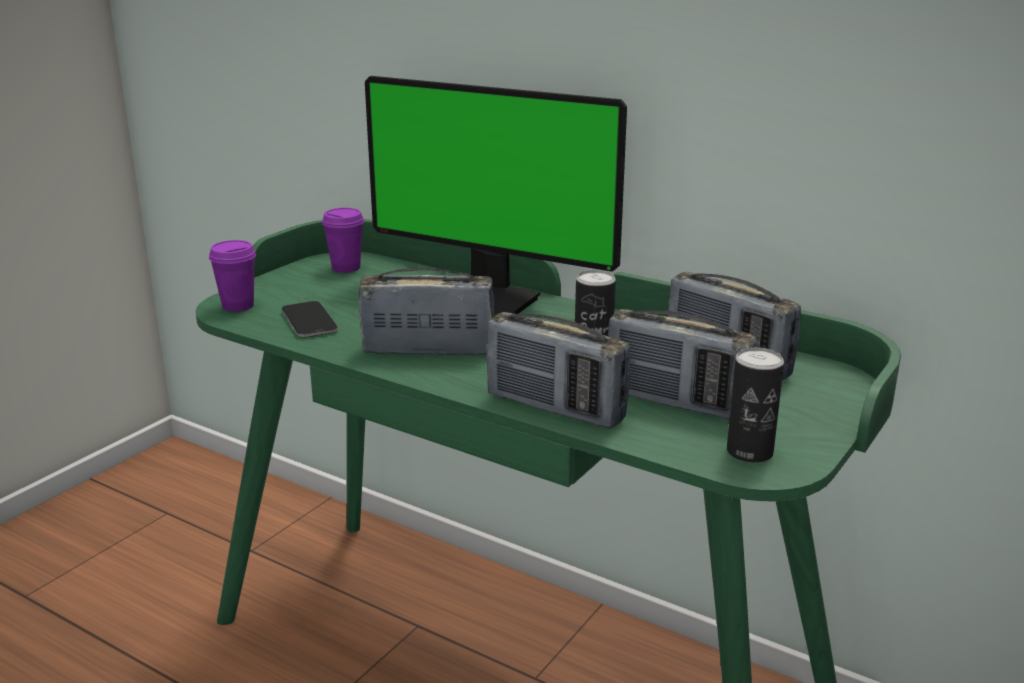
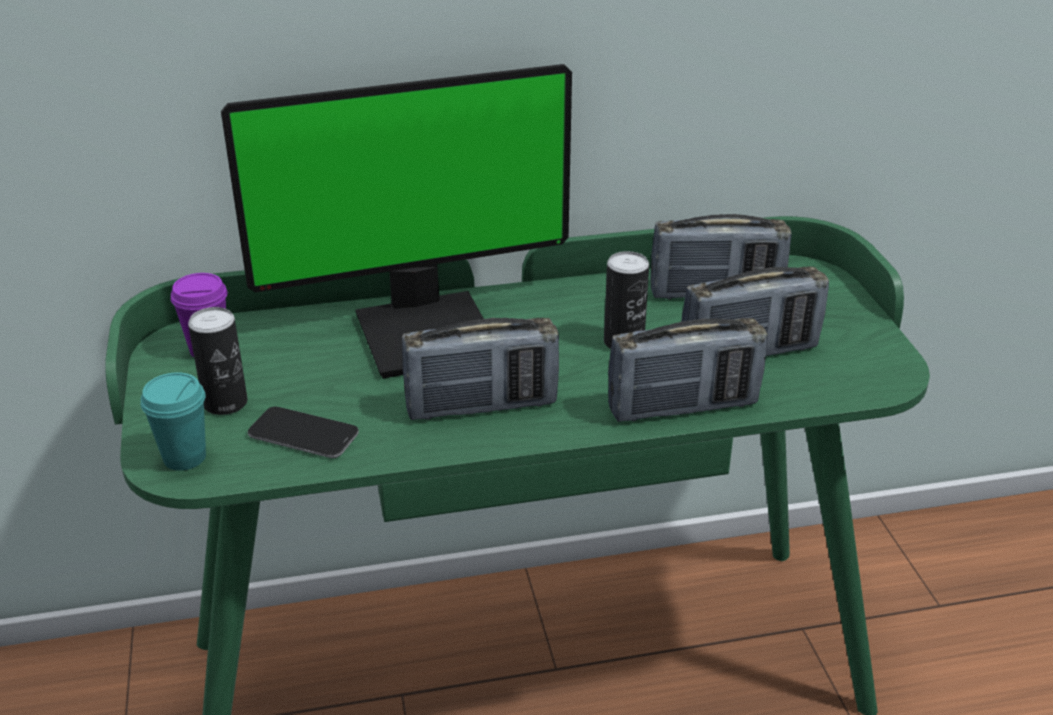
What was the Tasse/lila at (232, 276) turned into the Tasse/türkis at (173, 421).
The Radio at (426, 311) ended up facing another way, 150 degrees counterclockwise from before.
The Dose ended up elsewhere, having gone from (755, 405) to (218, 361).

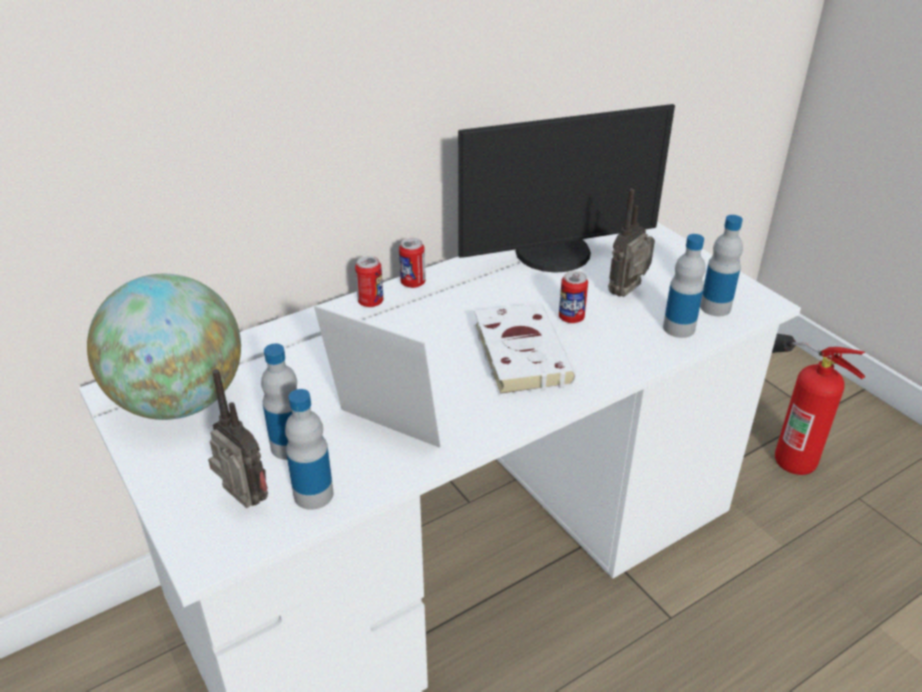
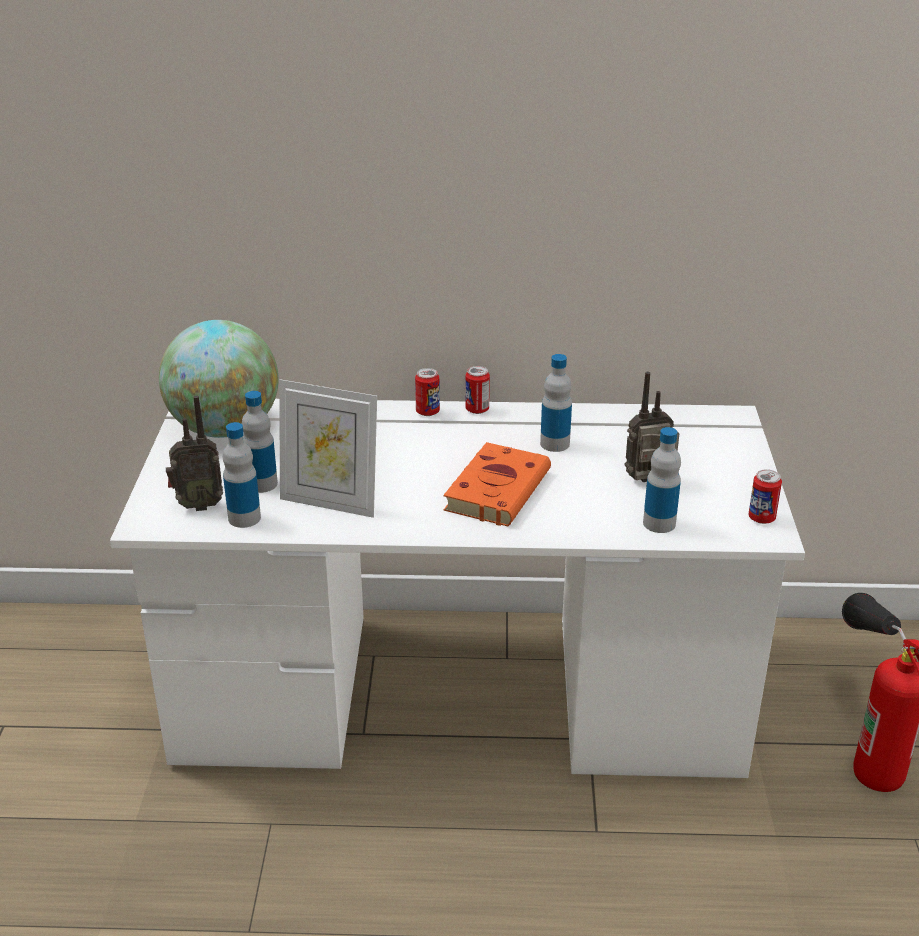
The second view lost the Monitor at (566, 188).
The Flasche ended up elsewhere, having gone from (721, 265) to (556, 403).
The Dose ended up elsewhere, having gone from (573, 297) to (765, 496).
What was the Buch/weiß at (525, 349) turned into the Buch/orange at (497, 484).
The Bilderrahmen at (377, 377) ended up facing another way, 135 degrees clockwise from before.
The Radio at (238, 438) ended up facing another way, 90 degrees clockwise from before.

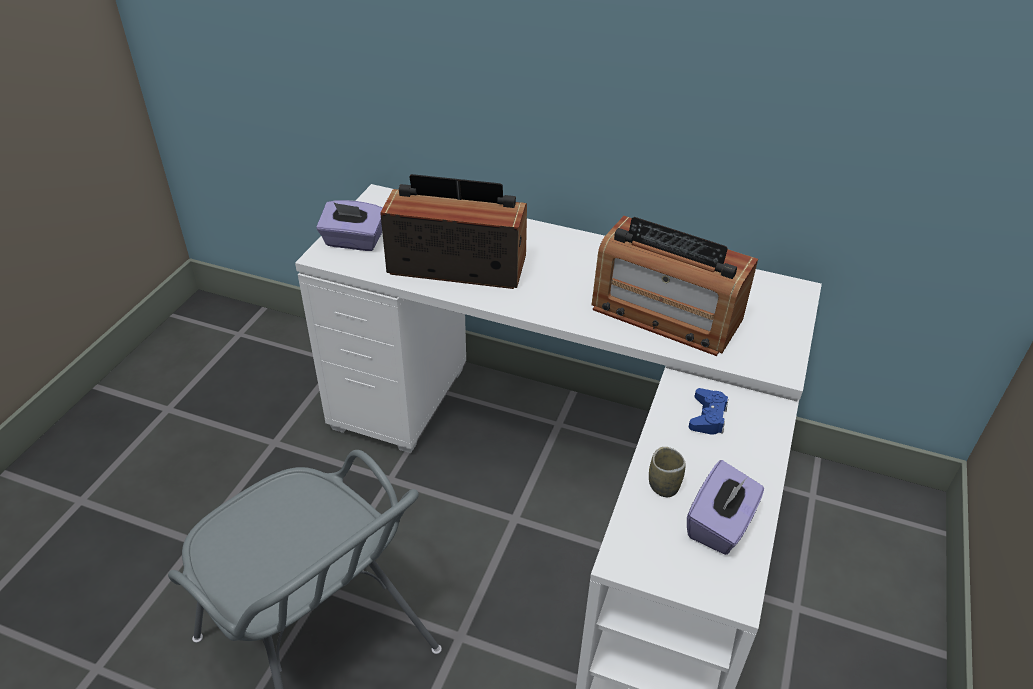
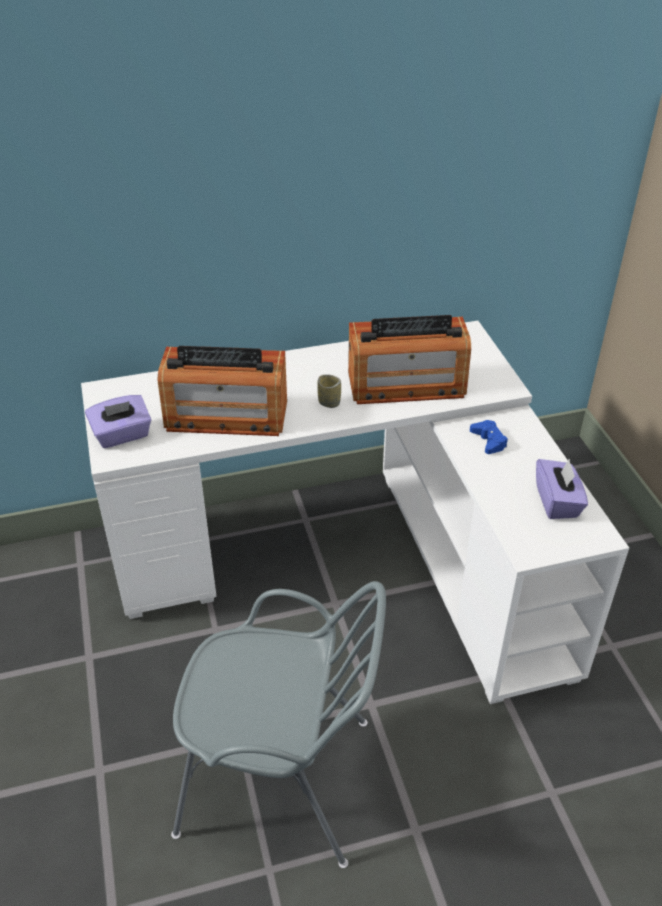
The Radio at (453, 231) ended up facing another way, 150 degrees counterclockwise from before.
The Tasse ended up elsewhere, having gone from (667, 472) to (329, 391).

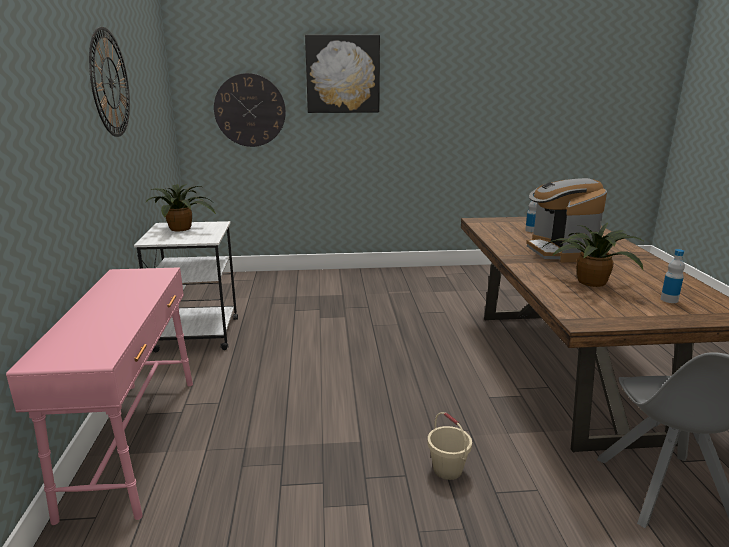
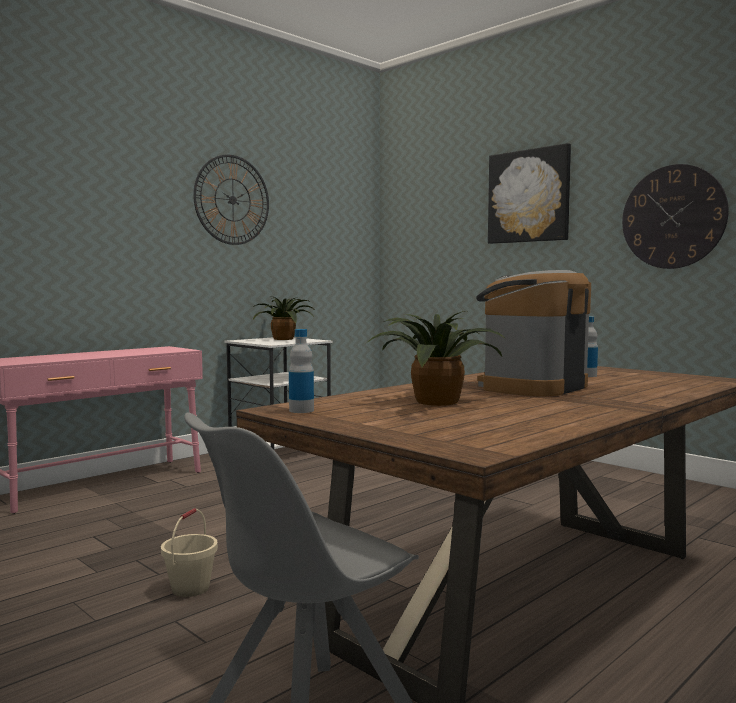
The Wanduhr ended up elsewhere, having gone from (250, 110) to (675, 216).
The Flasche ended up elsewhere, having gone from (673, 276) to (301, 371).

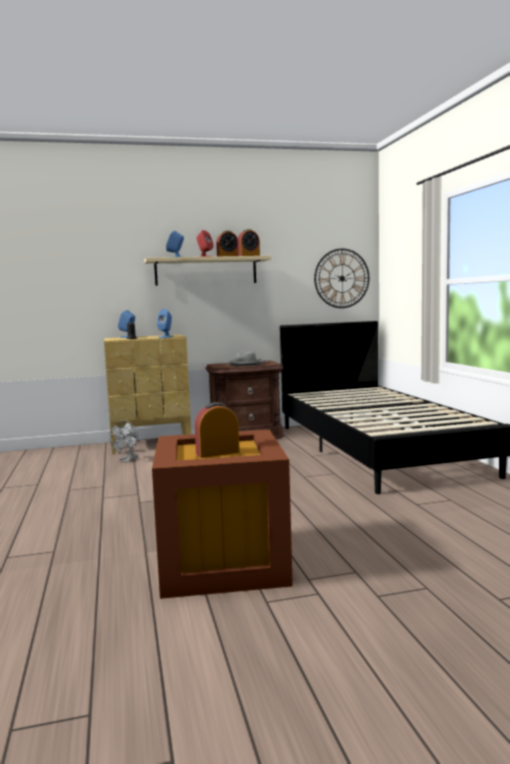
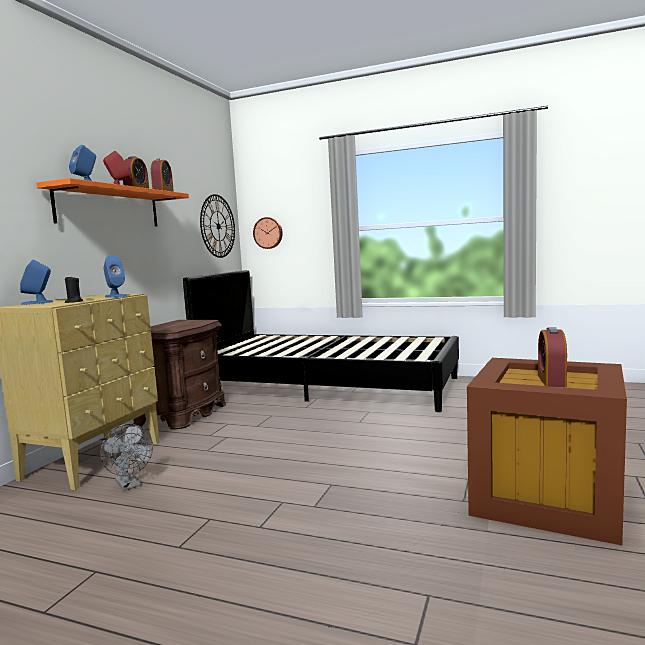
What was the Wandregal/beige at (207, 271) turned into the Wandregal/orange at (113, 202).
The second view lost the Hut/grau at (246, 358).
The second view gained the Wanduhr at (268, 233).

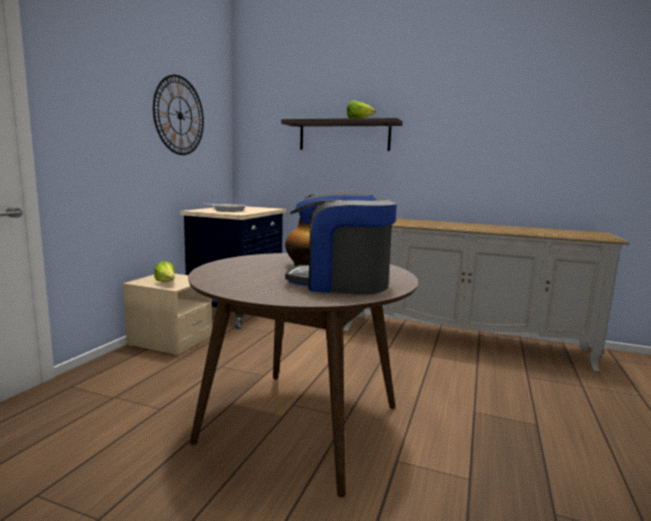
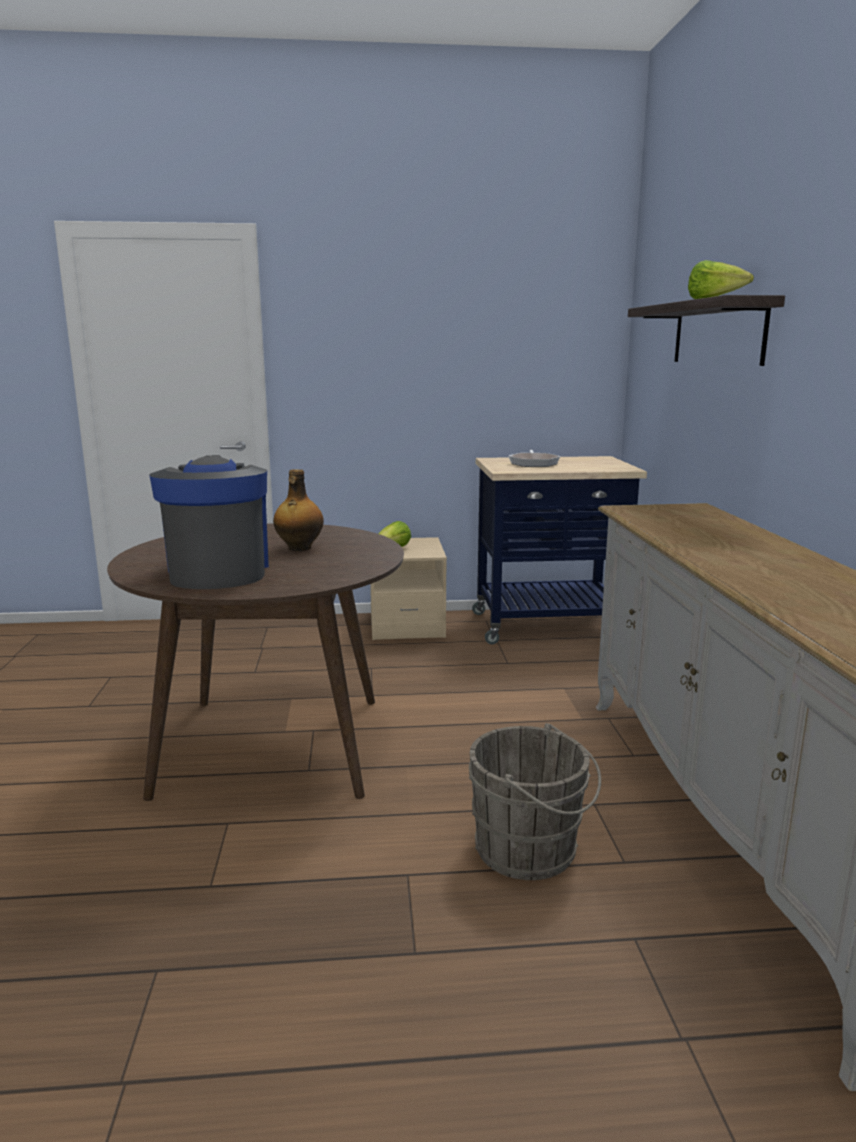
The second view lost the Wanduhr at (178, 114).
The second view gained the Eimer/grau at (535, 801).

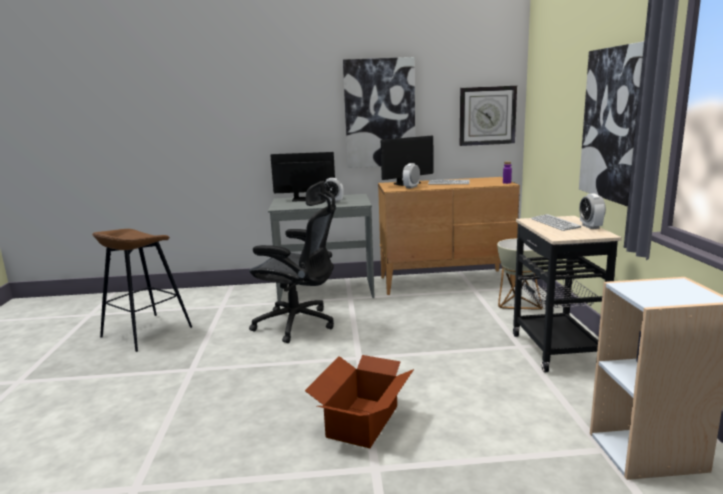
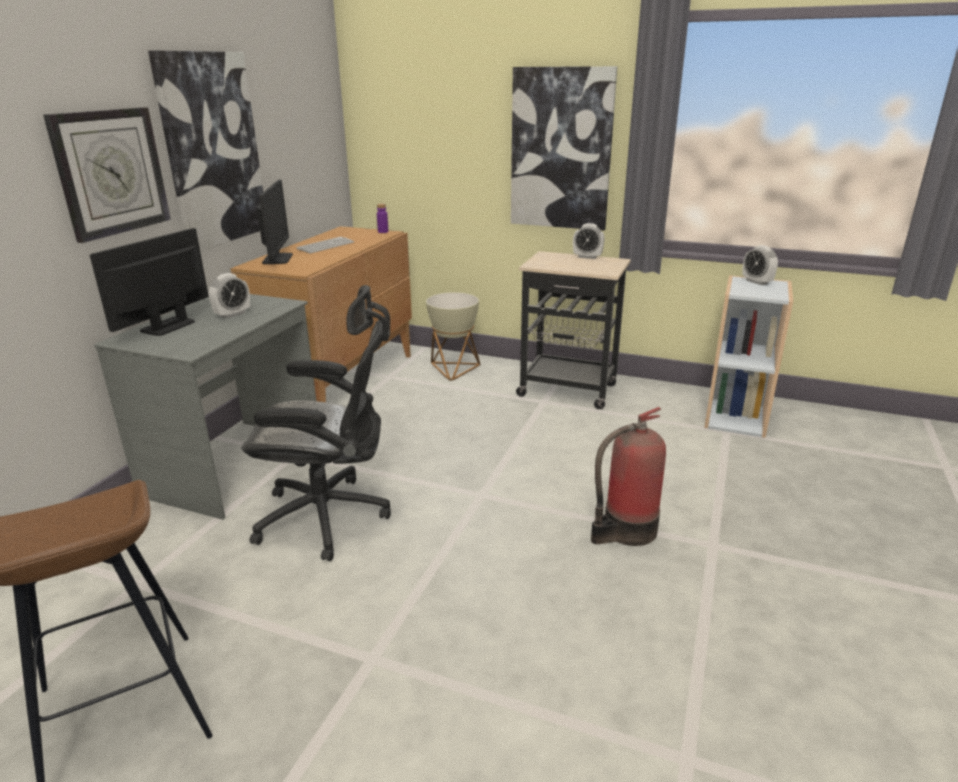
The Wanduhr ended up elsewhere, having gone from (488, 116) to (107, 175).
The Wecker ended up elsewhere, having gone from (411, 176) to (760, 265).
The Bürostuhl at (292, 262) ended up facing another way, 45 degrees clockwise from before.
The second view lost the Tastatur at (556, 222).
Where the Karton stood at (359, 401), the Feuerlöscher came to stand at (628, 476).

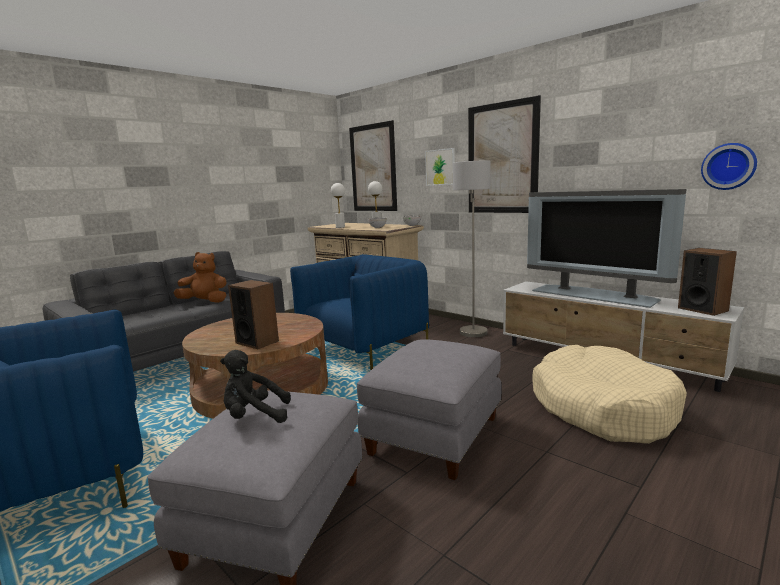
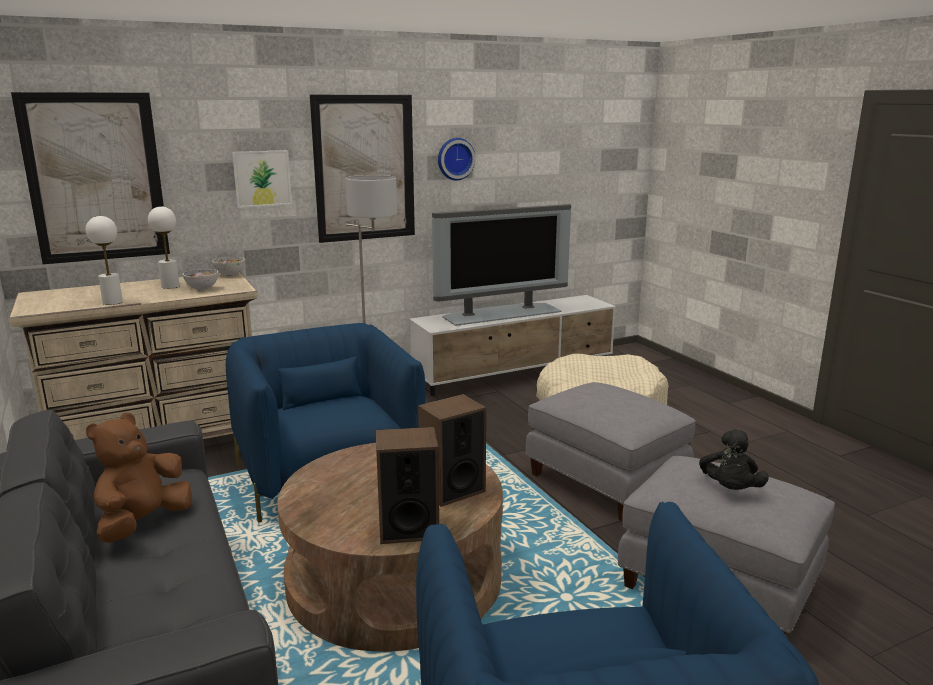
The Wanduhr ended up elsewhere, having gone from (729, 166) to (457, 159).
The Lautsprecher ended up elsewhere, having gone from (707, 282) to (407, 485).

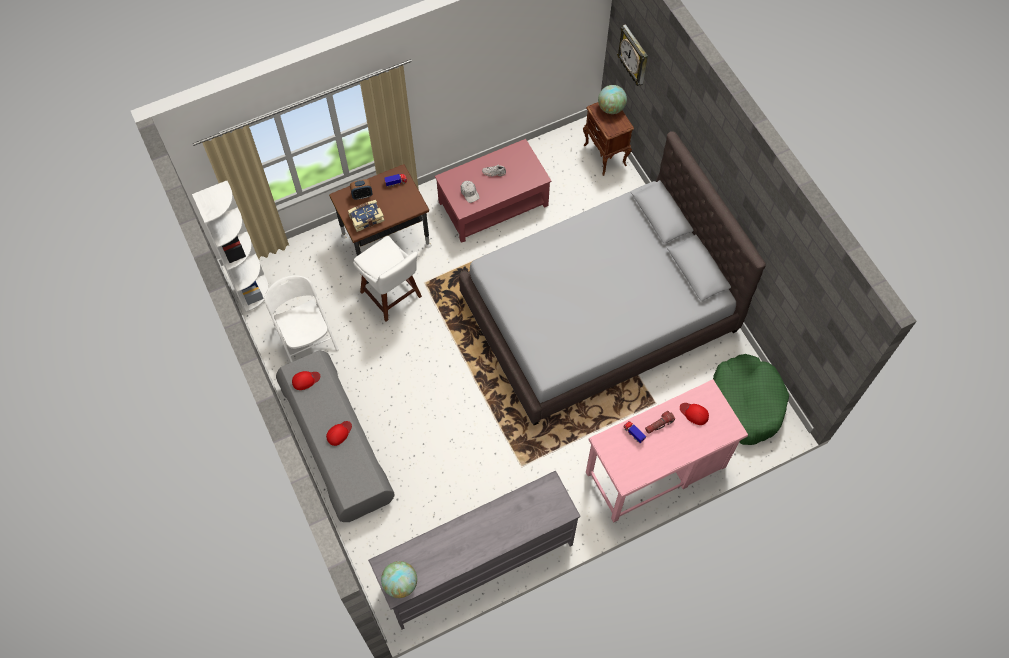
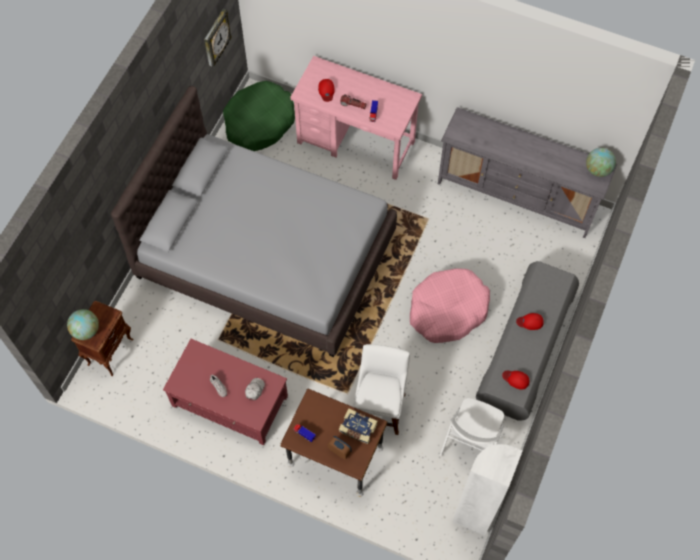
The Wanduhr ended up elsewhere, having gone from (632, 55) to (218, 37).
The second view gained the Hundebett/rosa at (450, 305).

